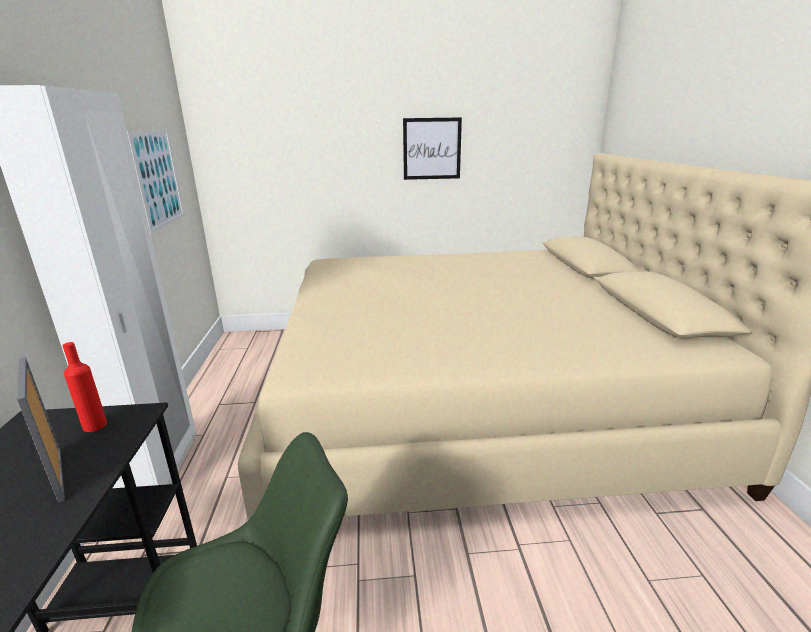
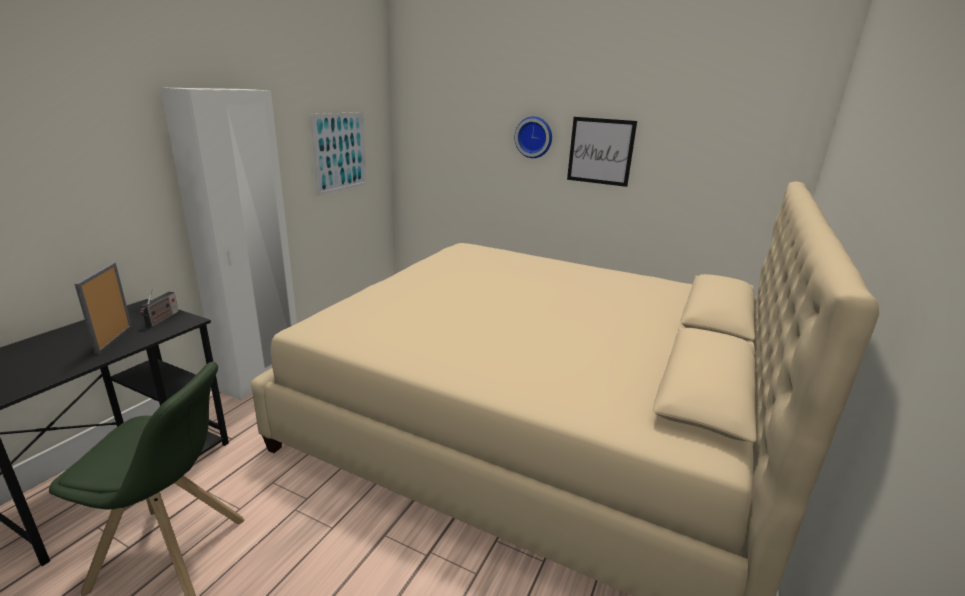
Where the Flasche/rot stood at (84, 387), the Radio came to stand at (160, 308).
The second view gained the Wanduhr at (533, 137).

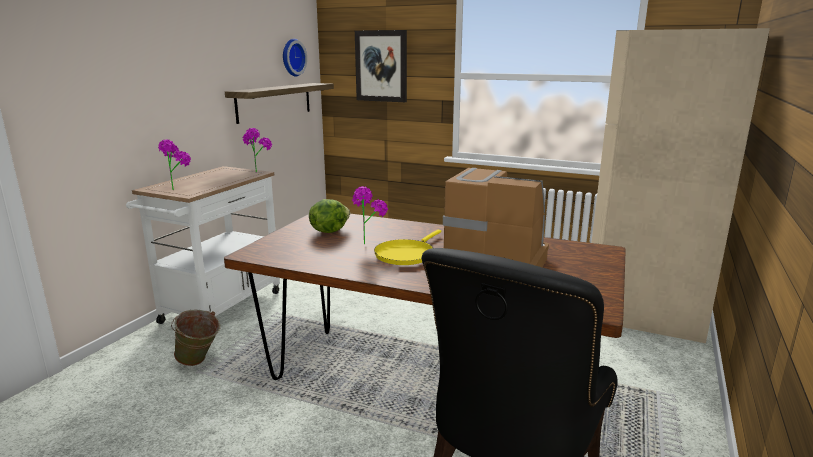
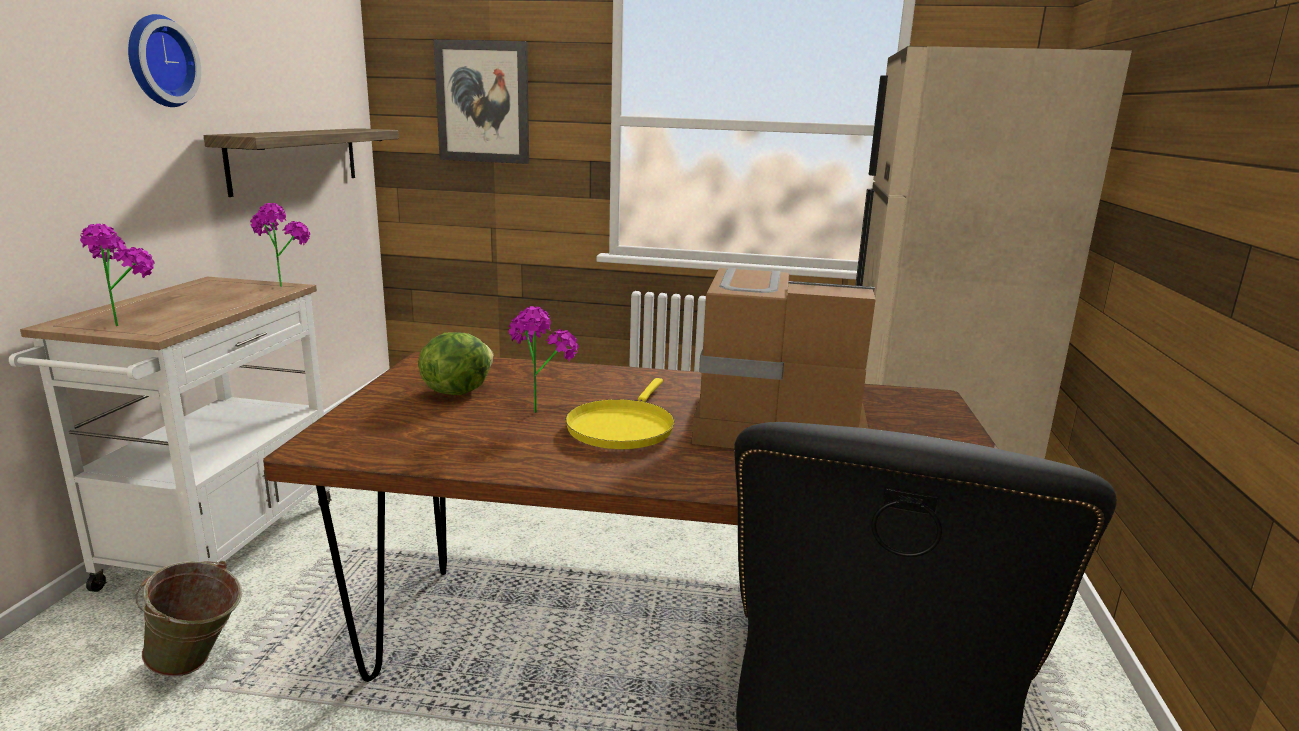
The Wanduhr ended up elsewhere, having gone from (295, 57) to (164, 60).

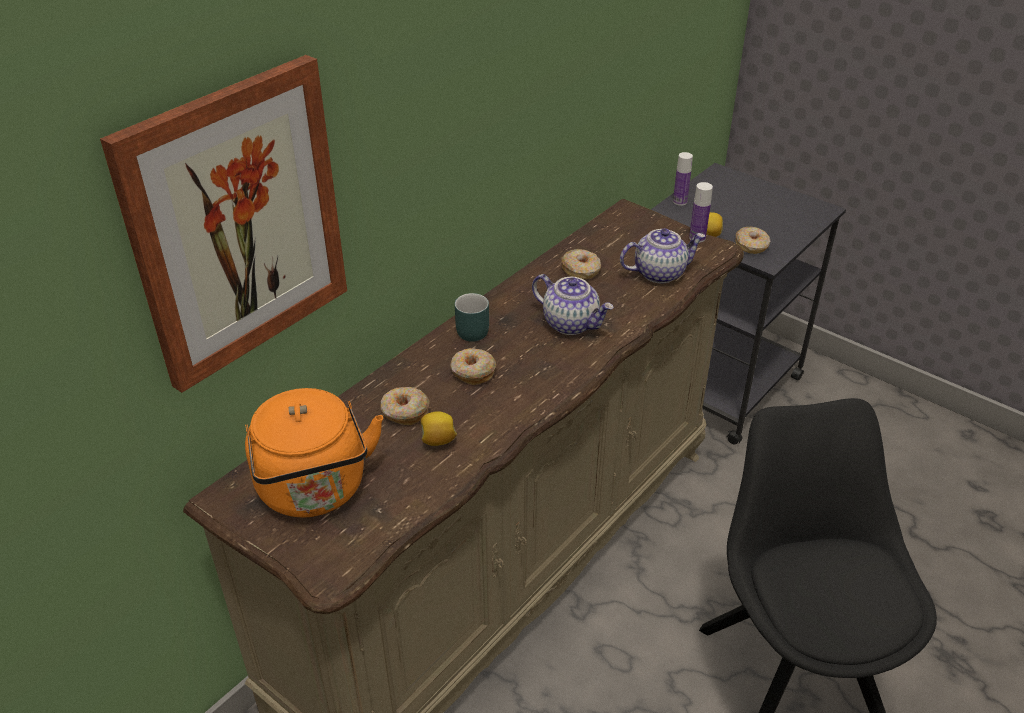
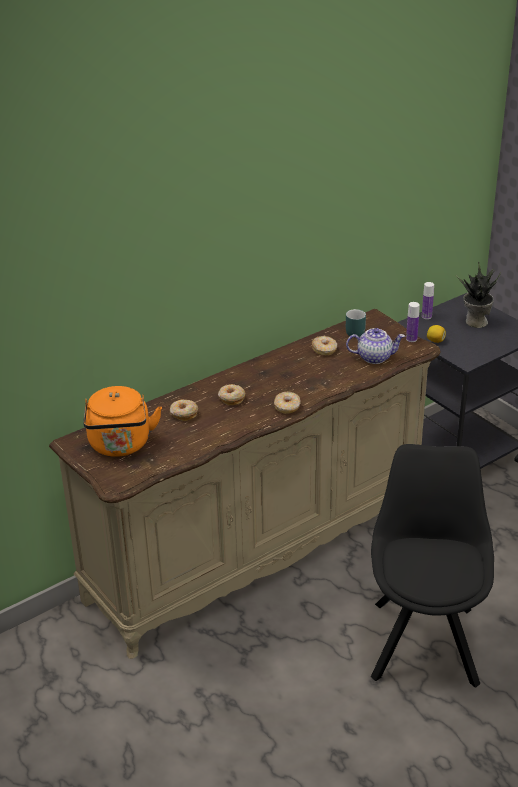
The second view lost the Bild at (223, 224).
The Donut ended up elsewhere, having gone from (753, 240) to (287, 403).
The second view lost the Teekanne at (573, 304).
The Henkelbecher/türkis ended up elsewhere, having gone from (472, 317) to (356, 323).
The second view lost the Zitrone at (439, 428).
The second view gained the Topfpflanze at (478, 295).

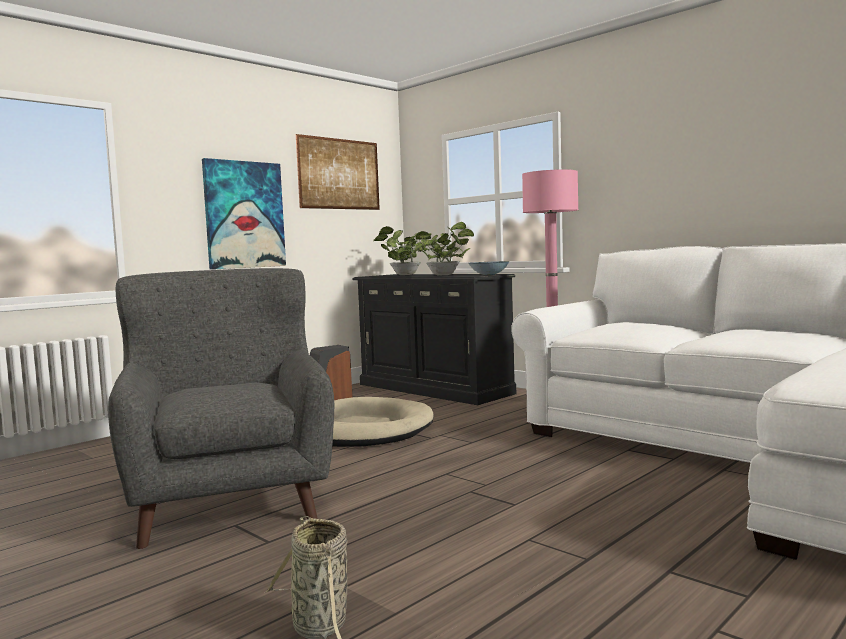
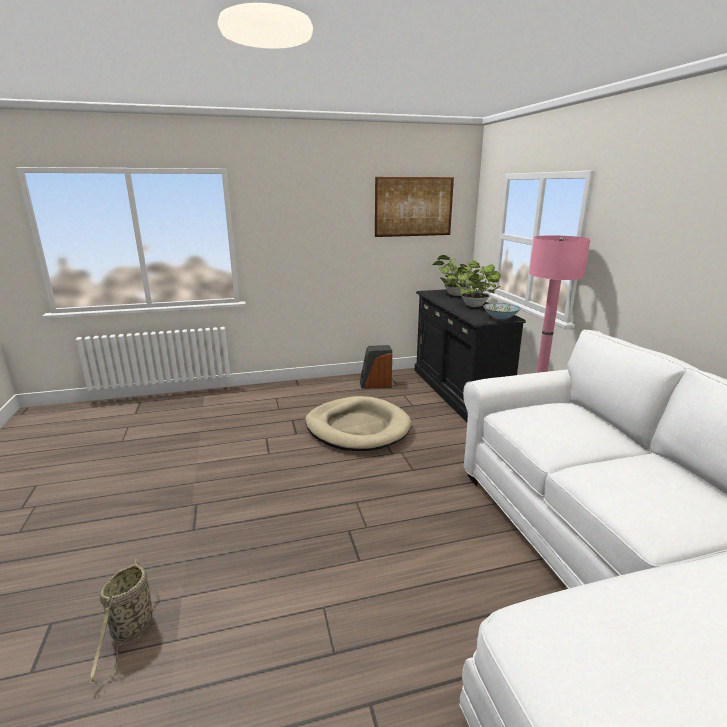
The second view lost the Bild at (244, 214).
The second view lost the Sessel/grau at (221, 408).

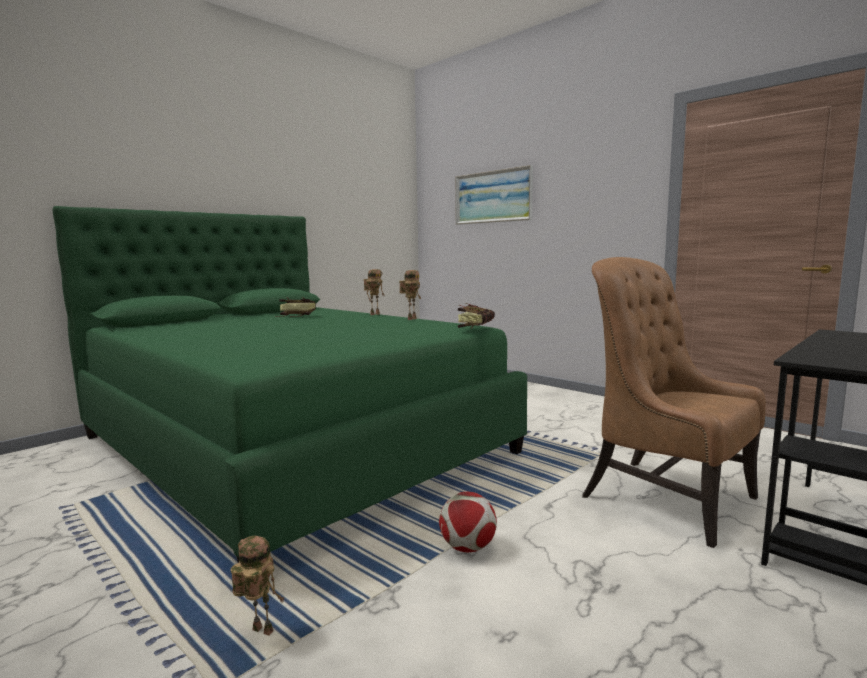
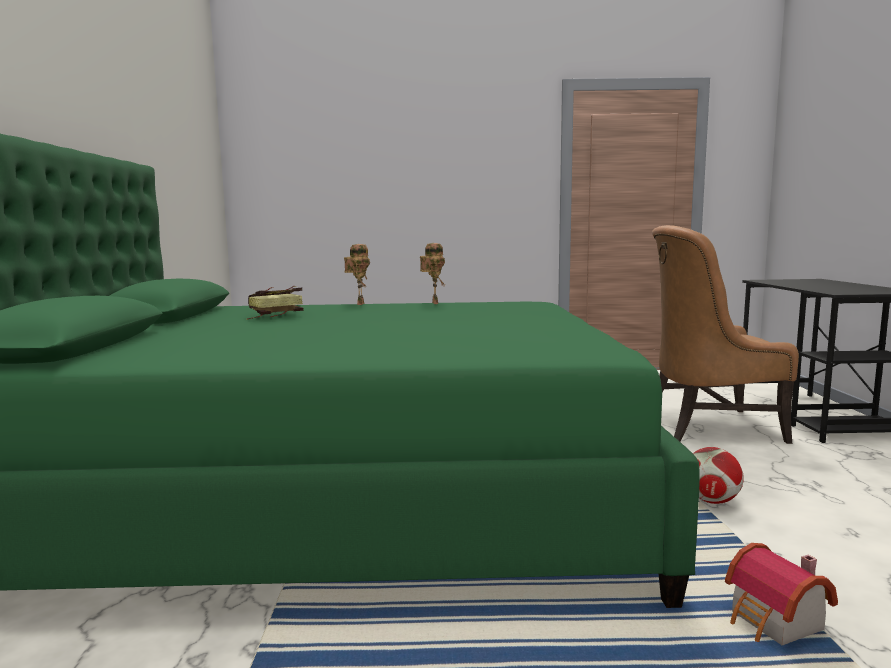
The second view lost the Bild at (494, 195).
The second view lost the Buch at (476, 315).
Where the Spielzeugroboter stood at (258, 586), the Spielzeughaus came to stand at (781, 594).

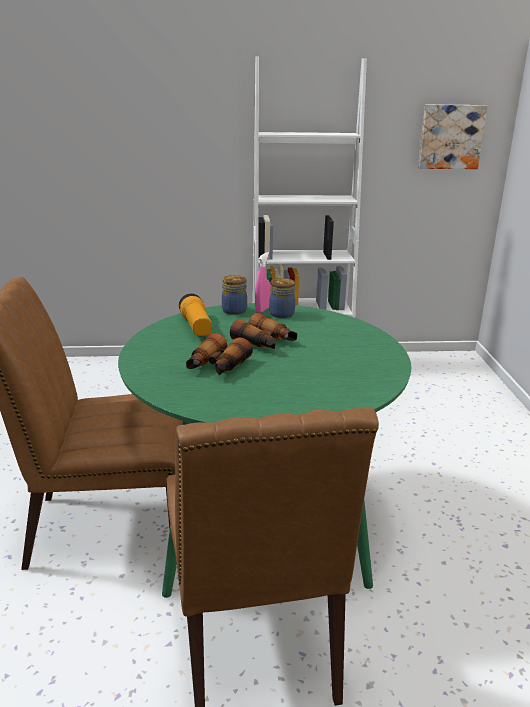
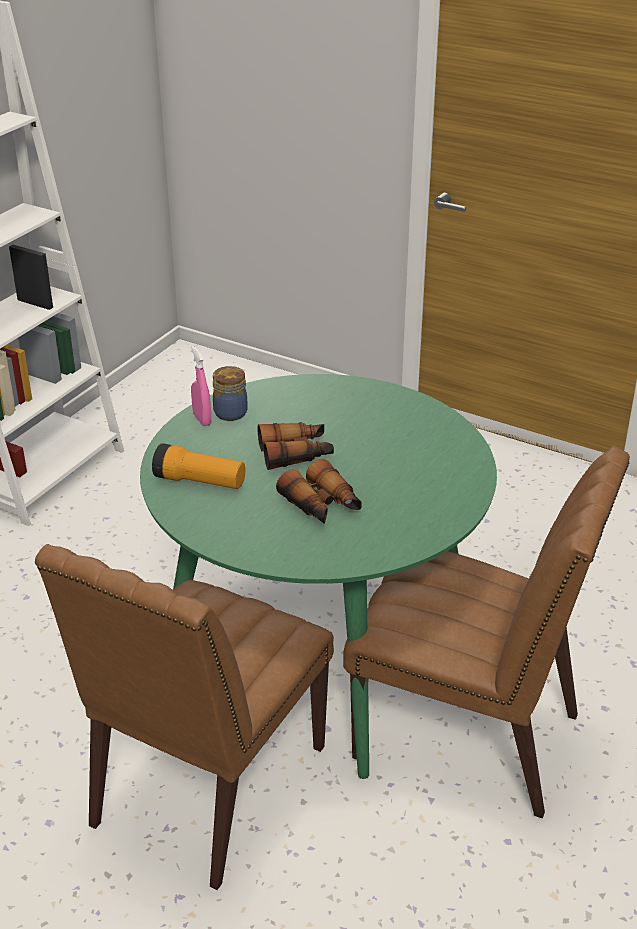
The second view lost the Bild at (452, 136).
The second view lost the Vorratsglas at (234, 295).

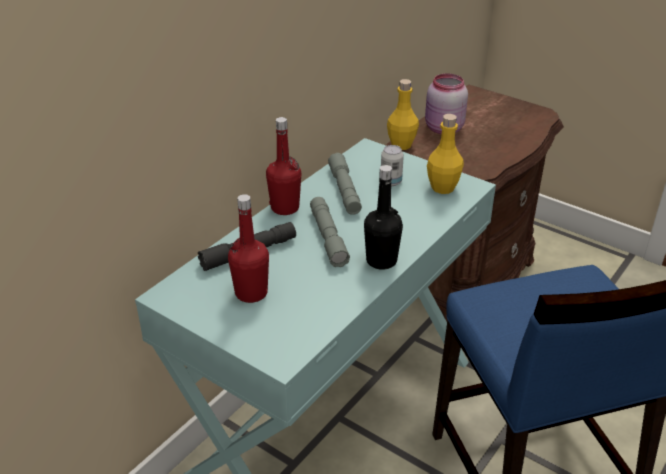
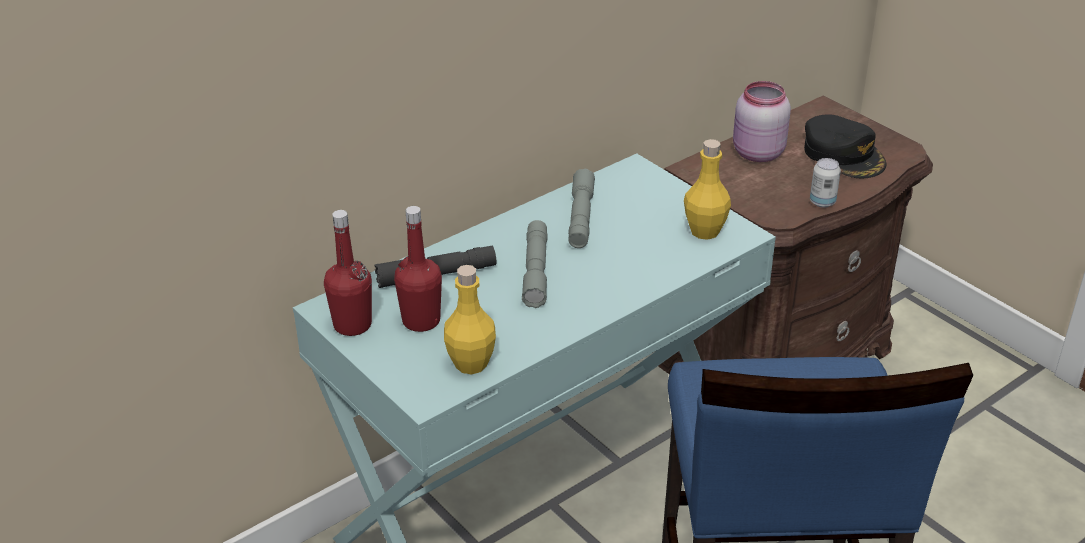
The Flasche/gelb ended up elsewhere, having gone from (403, 114) to (470, 319).
The Flasche/rot ended up elsewhere, having gone from (283, 166) to (348, 273).
The Dose ended up elsewhere, having gone from (392, 165) to (825, 183).
The second view lost the Flasche/schwarz at (383, 217).
The second view gained the Kappe/schwarz at (845, 146).

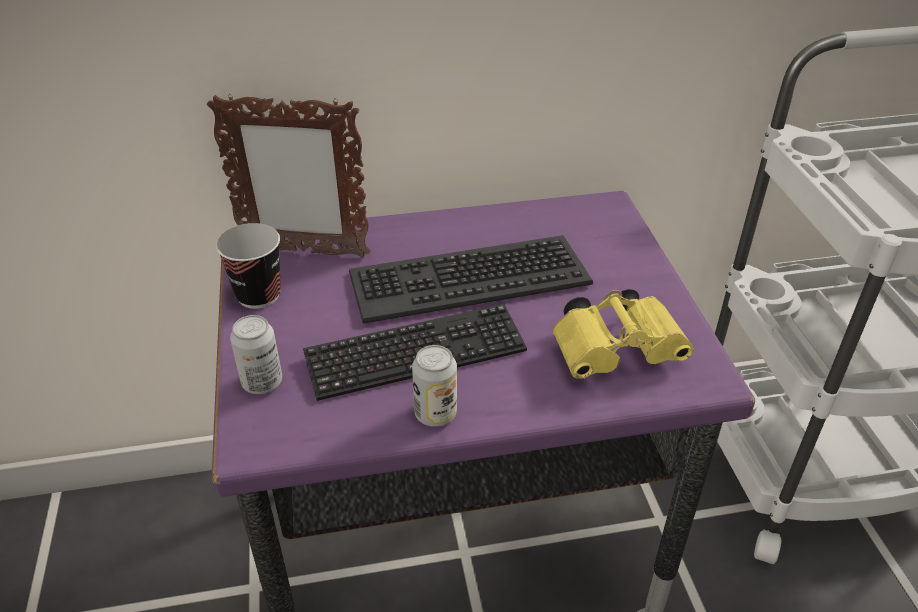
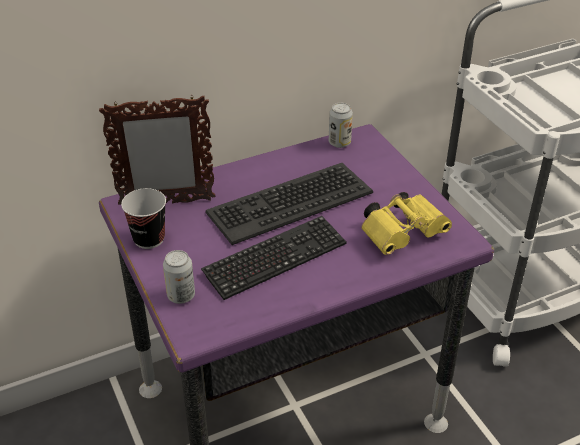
The Dose ended up elsewhere, having gone from (434, 386) to (341, 125).

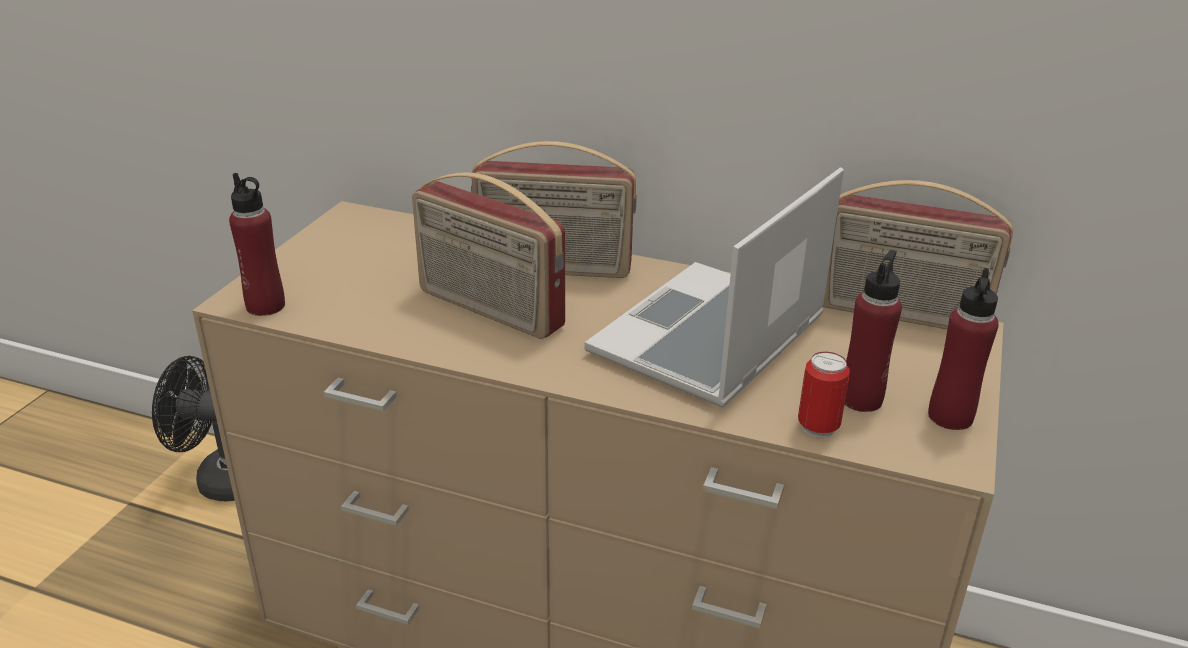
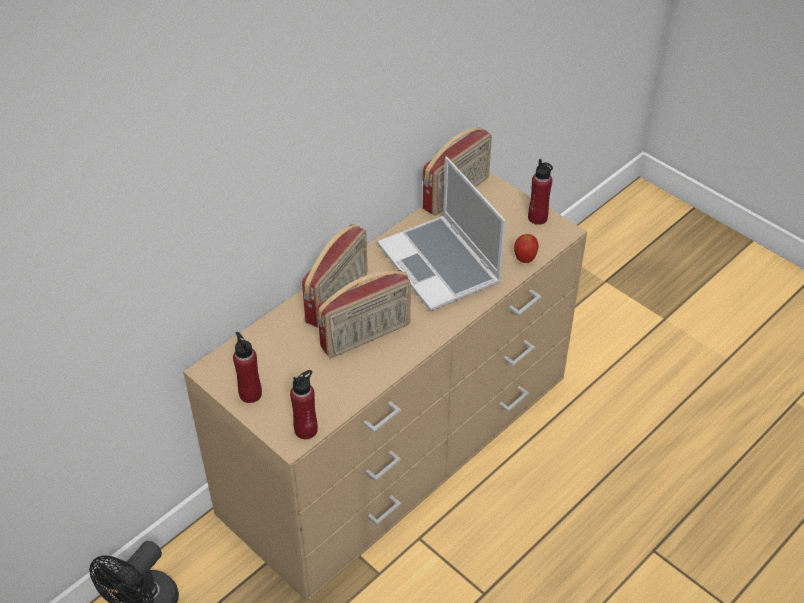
The Flasche/rot ended up elsewhere, having gone from (873, 331) to (247, 367).
Where the Dose stood at (824, 395), the Apfel came to stand at (526, 248).

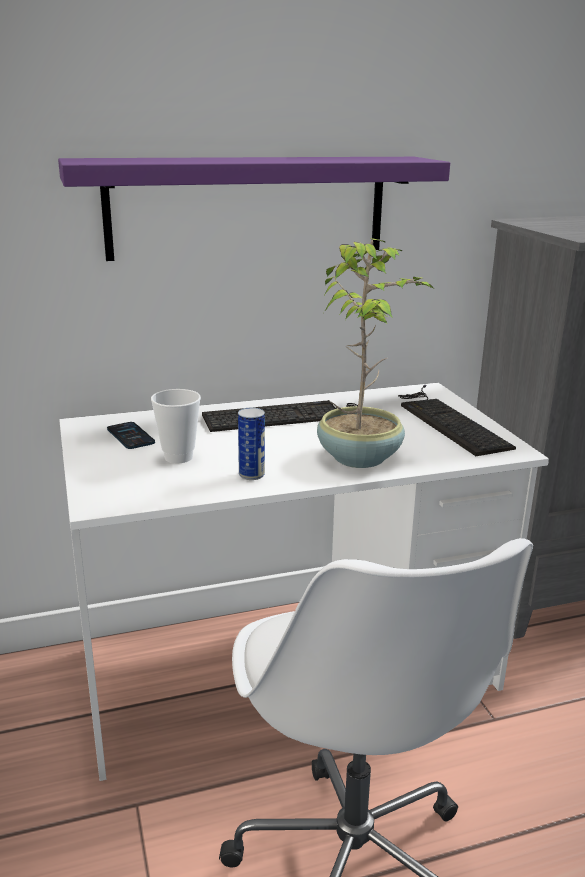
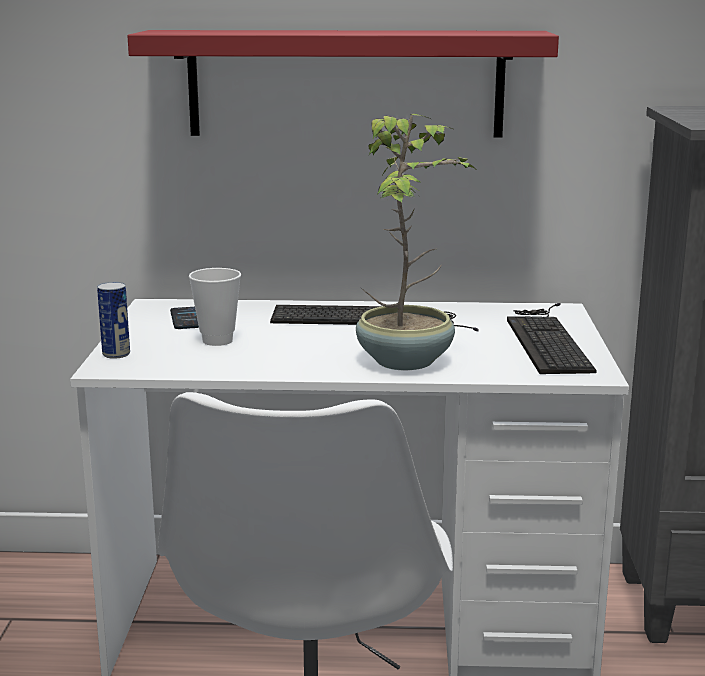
What was the Wandregal/lila at (254, 209) turned into the Wandregal/rot at (343, 83).
The Dose ended up elsewhere, having gone from (251, 444) to (113, 320).

